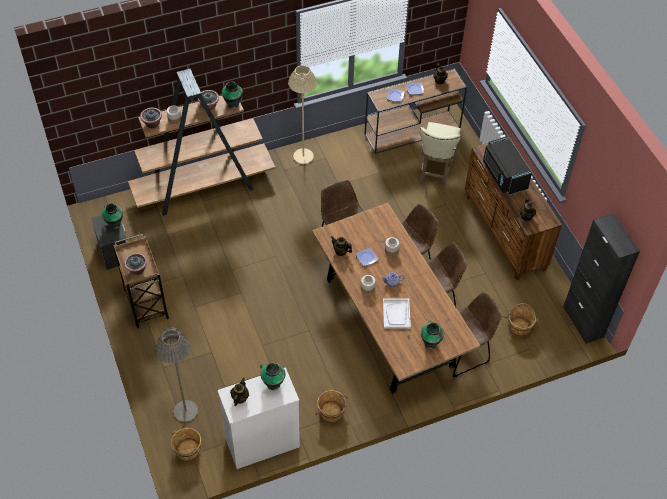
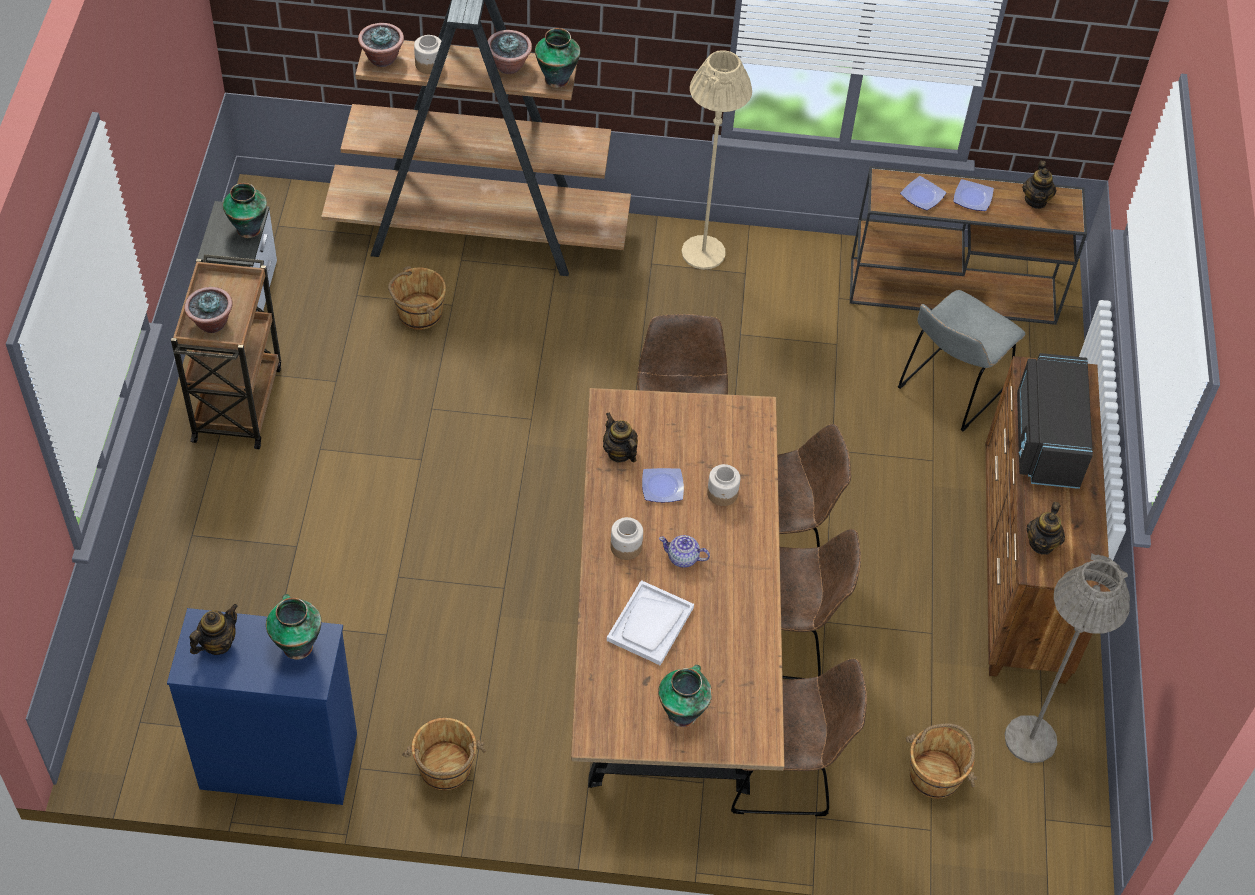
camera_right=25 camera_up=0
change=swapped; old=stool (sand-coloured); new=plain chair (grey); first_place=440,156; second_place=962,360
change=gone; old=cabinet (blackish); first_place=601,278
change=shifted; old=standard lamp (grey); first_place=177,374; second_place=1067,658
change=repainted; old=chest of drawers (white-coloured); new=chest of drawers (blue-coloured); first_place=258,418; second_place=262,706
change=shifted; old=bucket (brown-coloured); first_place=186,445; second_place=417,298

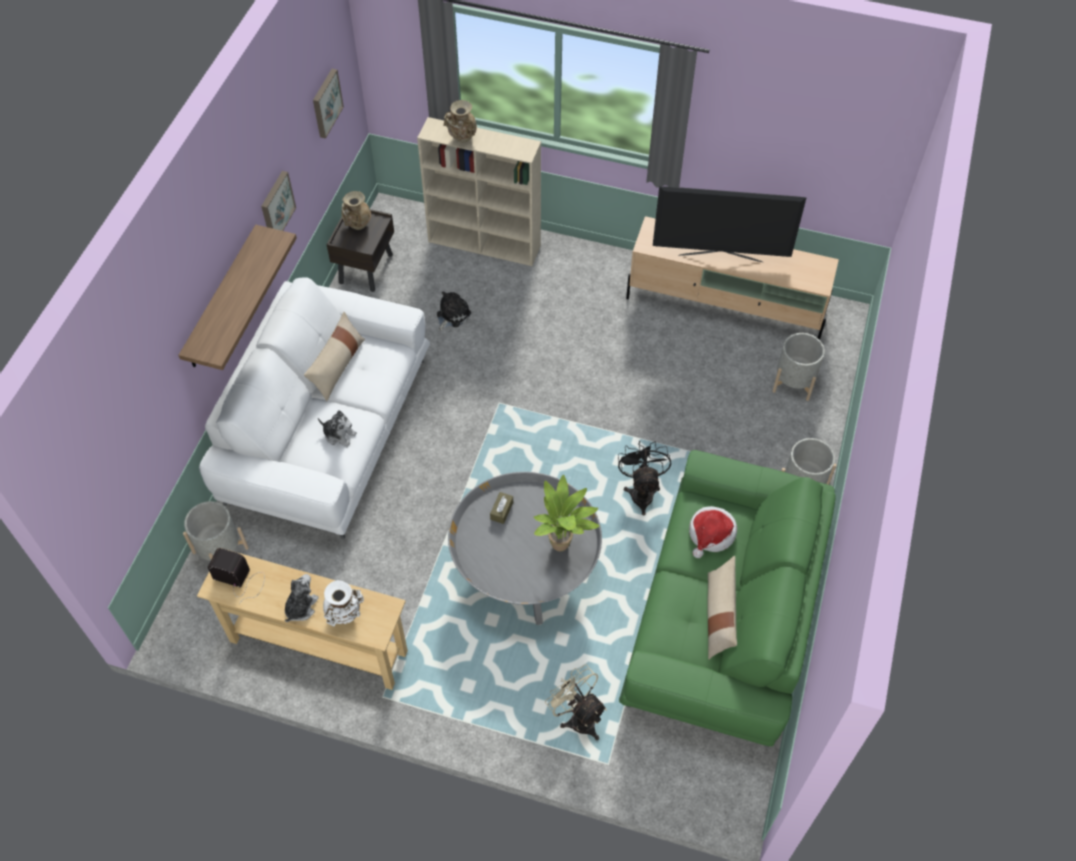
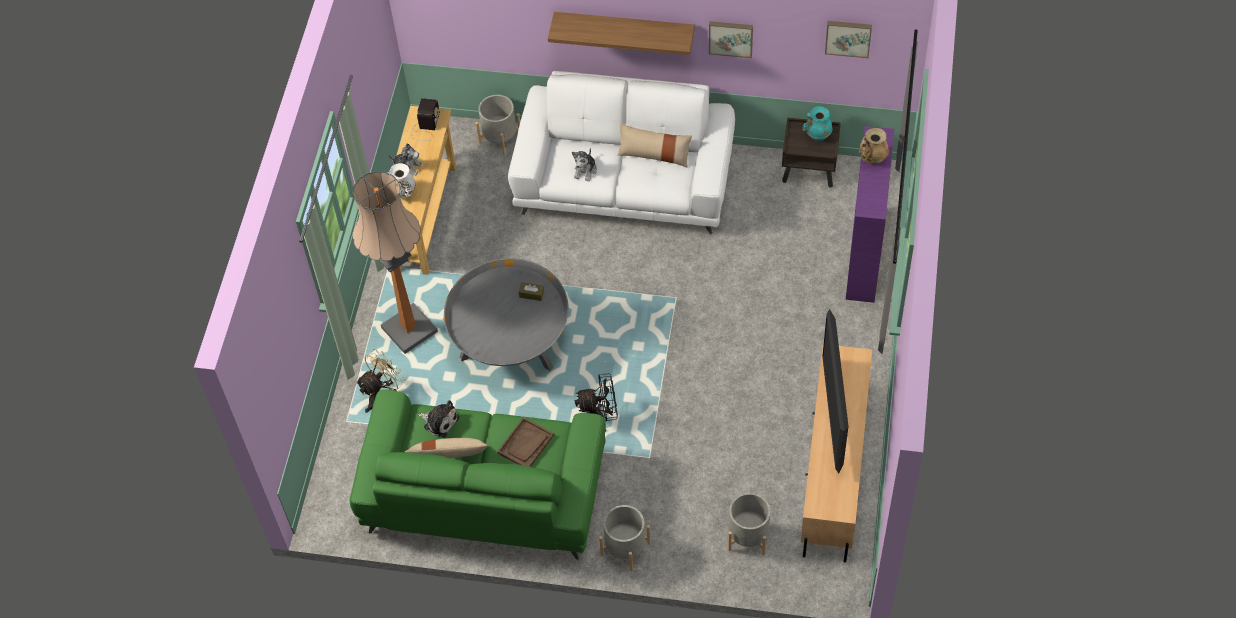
camera_right=85 camera_up=0
change=repainted; old=bookcase (sand-coloured); new=bookcase (purple); first_place=479,191; second_place=870,214
change=repainted; old=decorative vase (sand-coloured); new=decorative vase (turquoise); first_place=356,210; second_place=817,123
change=shifted; old=soft toy; first_place=454,311; second_place=438,419
change=gone; old=potted plant; first_place=566,513
change=swapped; old=wearable hat; new=serving tray (brown-coloured); first_place=713,532; second_place=525,442
change=new; new=standard lamp; second_place=395,262

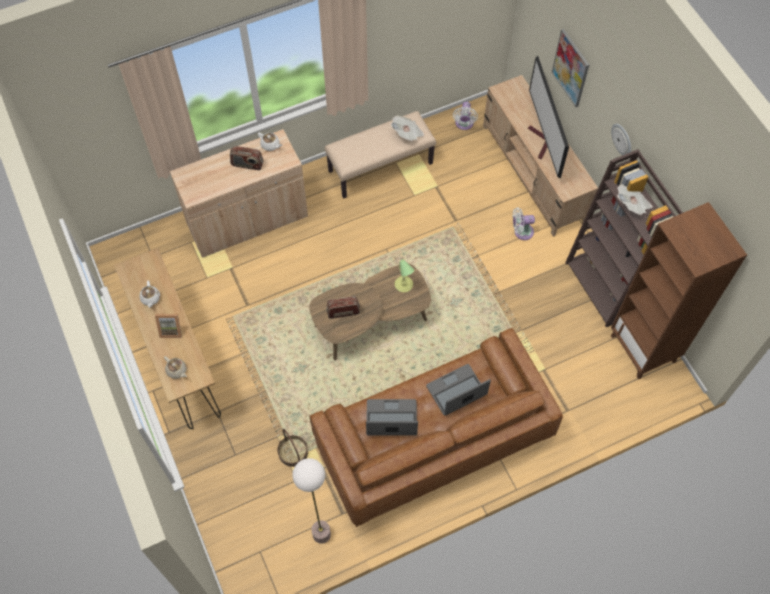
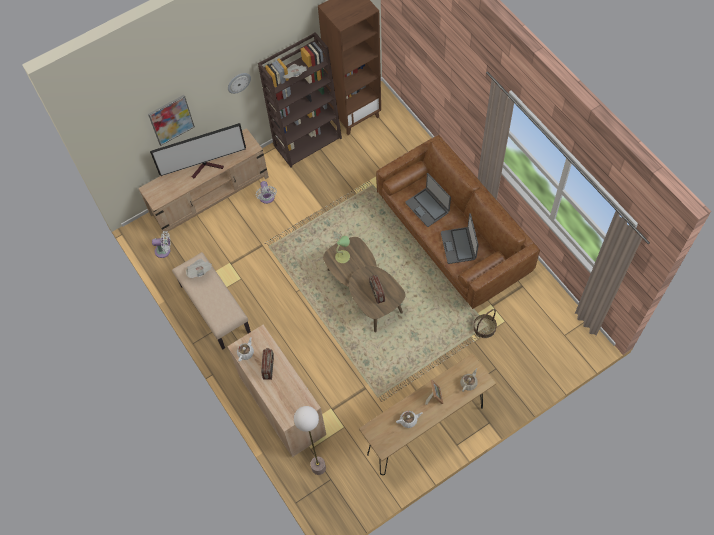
camera_right=-95 camera_up=0
change=shifted; old=standard lamp; first_place=311,501; second_place=310,440

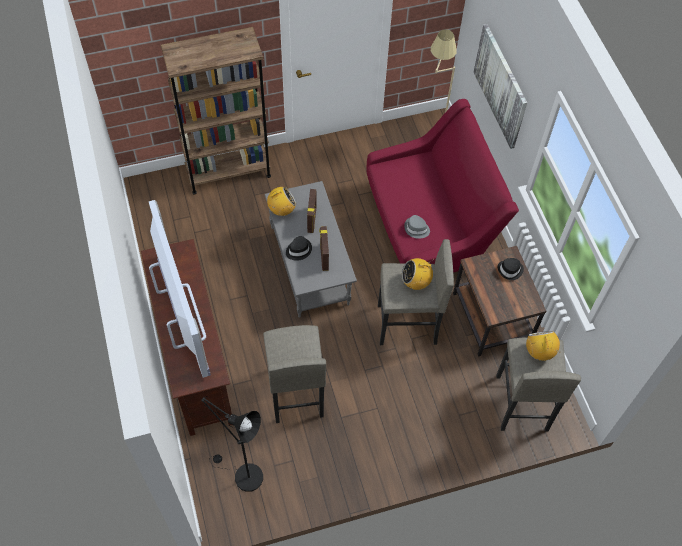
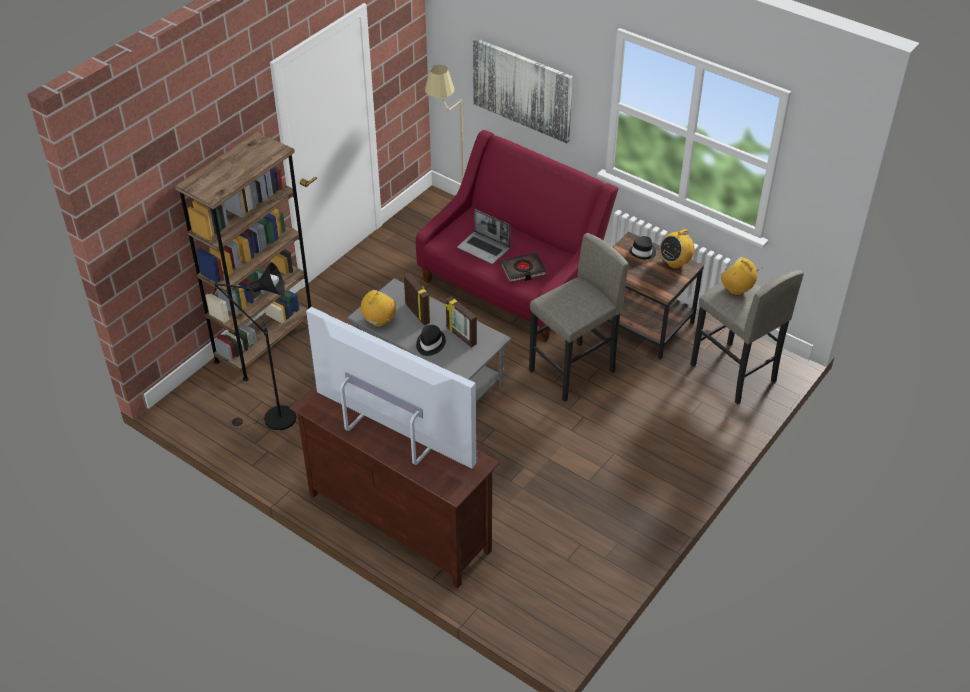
camera_right=-35 camera_up=-15
change=swapped; old=wearable hat (grey); new=book (blackish); first_place=417,227; second_place=523,268
change=shifted; old=radio set; first_place=417,274; second_place=677,247
change=gone; old=stool (grey); first_place=294,374
change=shifted; old=standard lamp (blackish); first_place=232,444; second_place=256,346
change=new; new=laptop; second_place=484,236

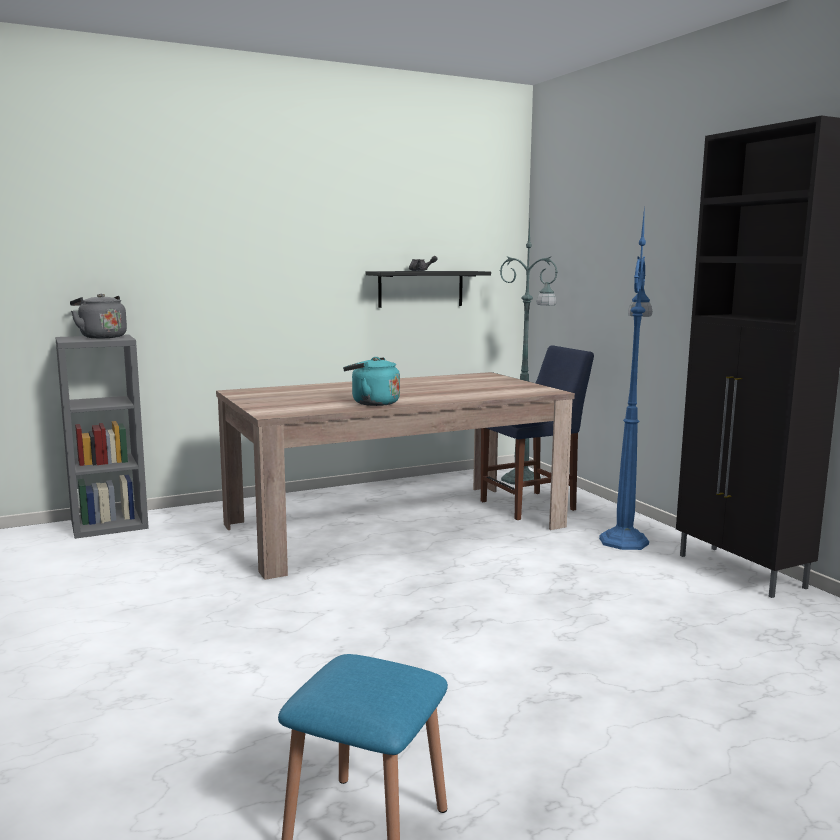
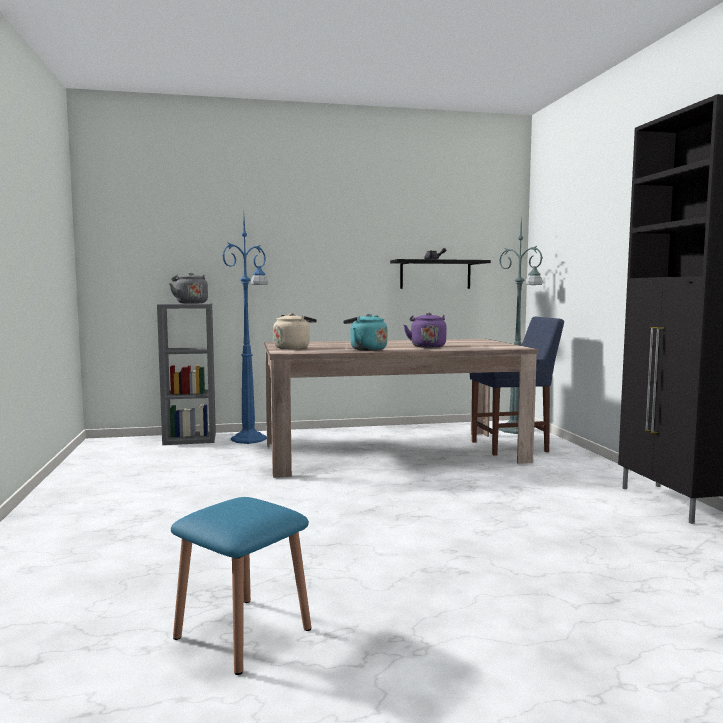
camera_right=15 camera_up=-5
change=shifted; old=standard lamp (blue-coloured); first_place=625,377; second_place=245,331
change=new; new=water kettle (purple); second_place=425,330
change=new; new=water kettle (sand-coloured); second_place=295,331

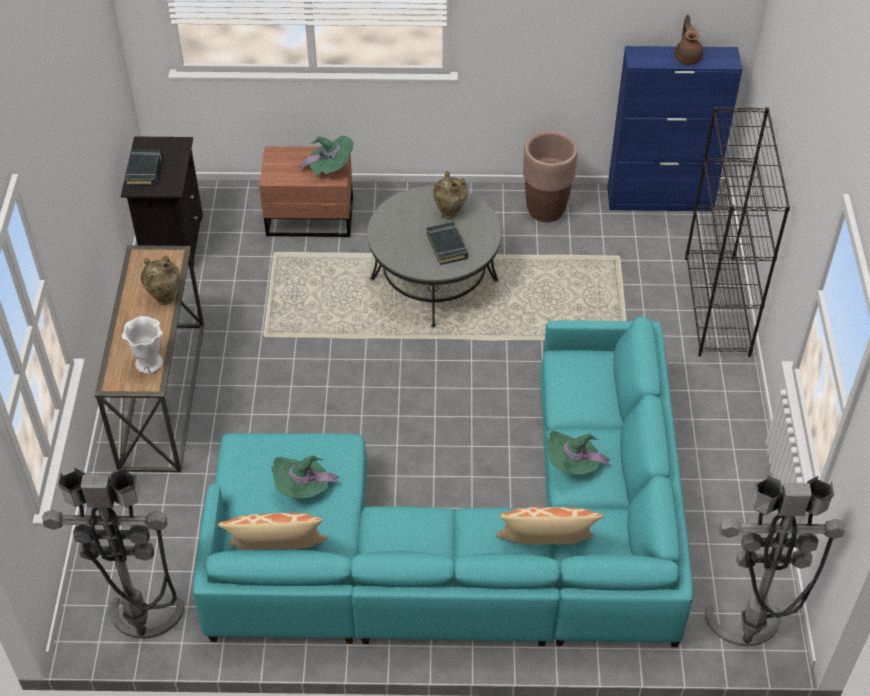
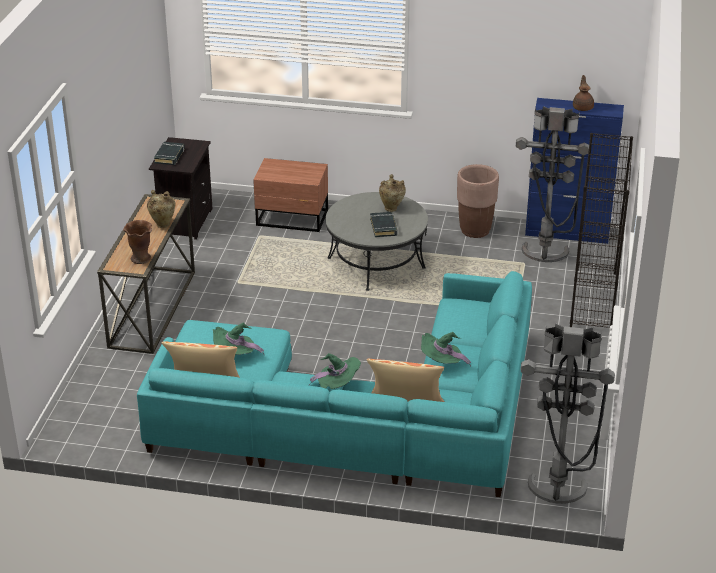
camera_right=10 camera_up=-15
change=shifted; old=wearable hat (greenish); first_place=326,155; second_place=335,371
change=repainted; old=decorative vase (white-coloured); new=decorative vase (brown-coloured); first_place=142,345; second_place=137,242
change=shifted; old=standard lamp (grey); first_place=113,553; second_place=552,184

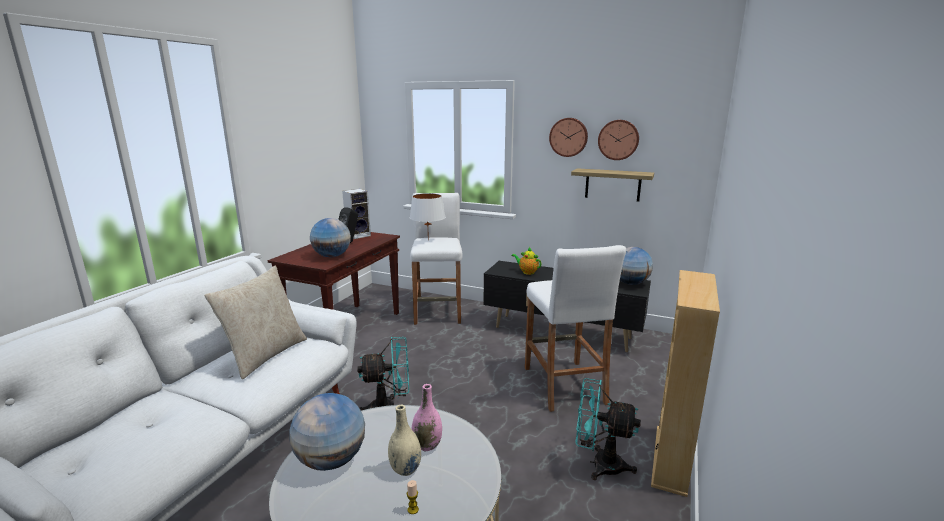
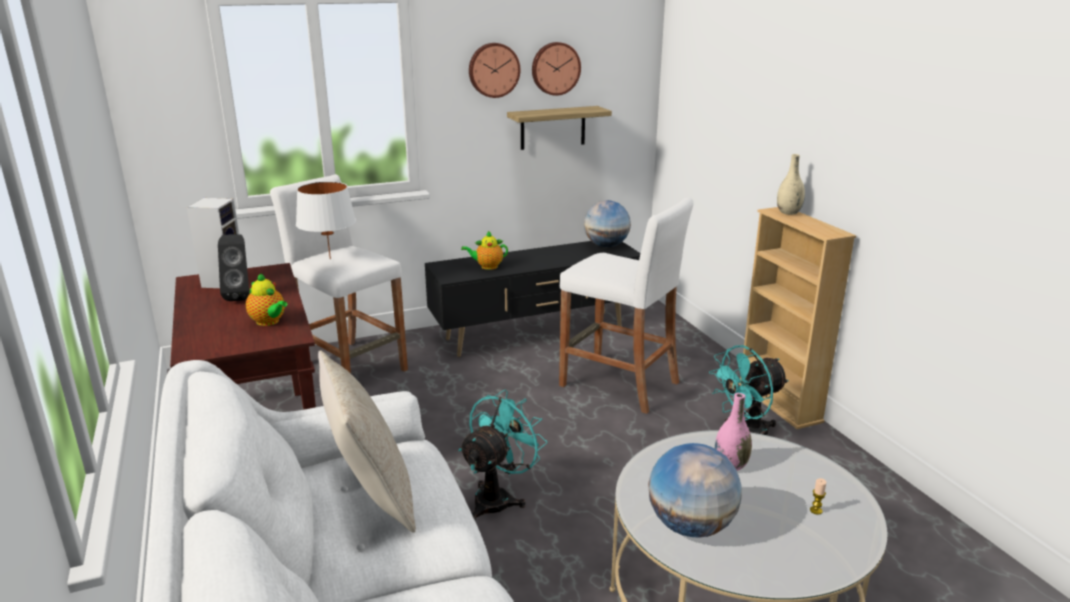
camera_right=-45 camera_up=5
change=swapped; old=world globe; new=tea pot; first_place=330,237; second_place=266,299
change=shifted; old=decorative vase (sand-coloured); first_place=404,440; second_place=791,184

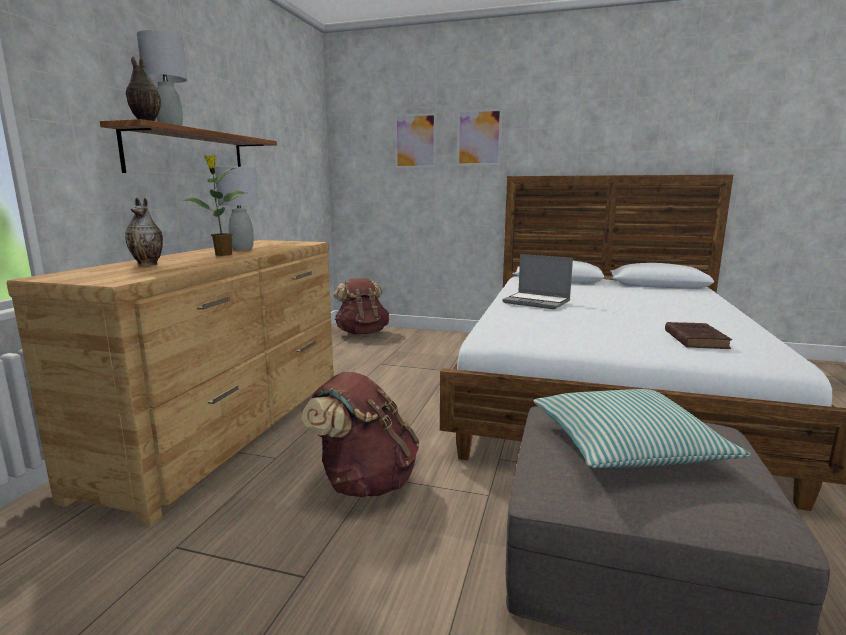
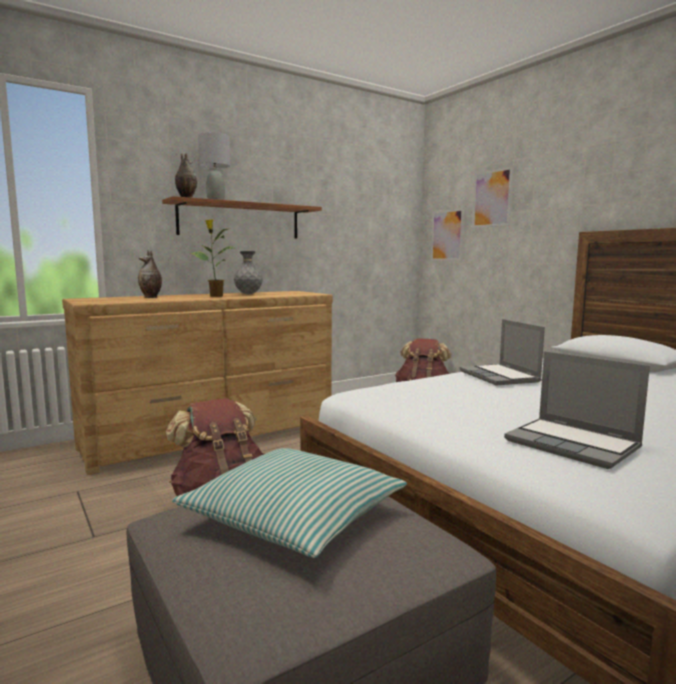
camera_right=40 camera_up=-5
change=shifted; old=picture; first_place=480,137; second_place=447,234
change=swapped; old=table lamp (grey); new=decorative vase (grey); first_place=237,208; second_place=248,273
change=swapped; old=book (brown-coloured); new=laptop; first_place=698,335; second_place=577,410

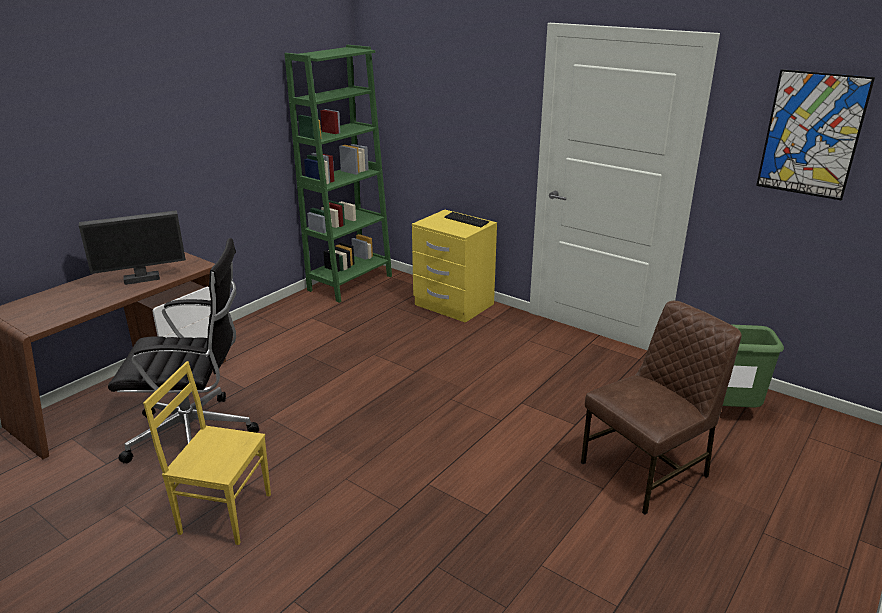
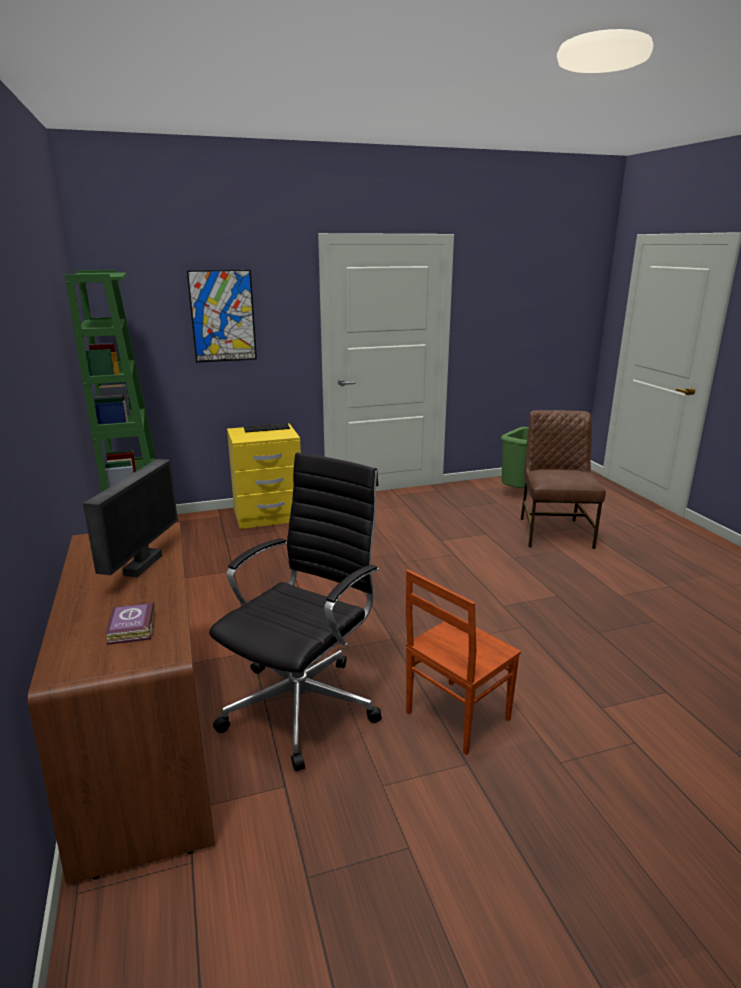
camera_right=-55 camera_up=-5
change=shifted; old=picture; first_place=815,135; second_place=222,316
change=repainted; old=plain chair (yellow); new=plain chair (brown-coloured); first_place=207,453; second_place=463,662
change=new; new=book; second_place=130,623

